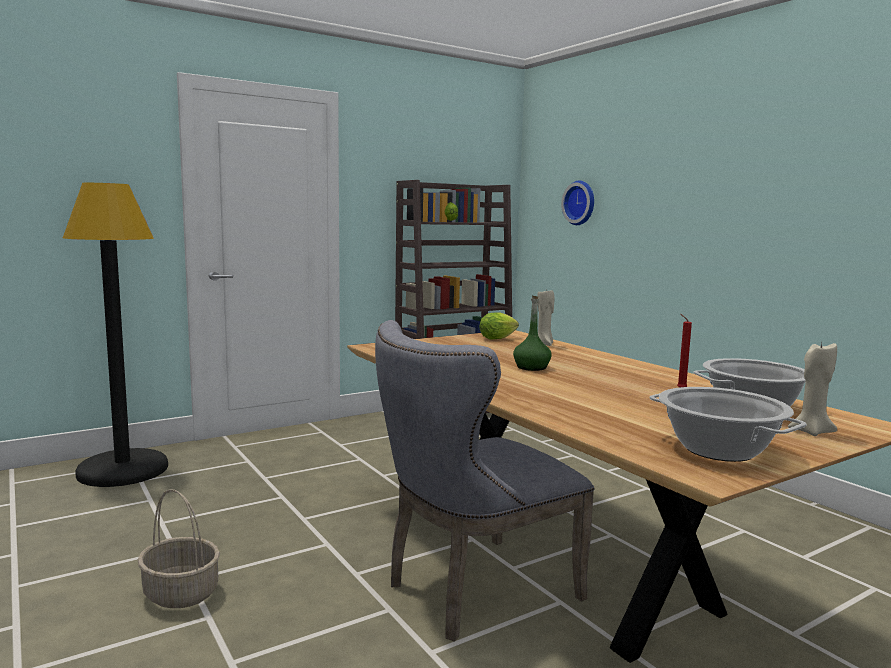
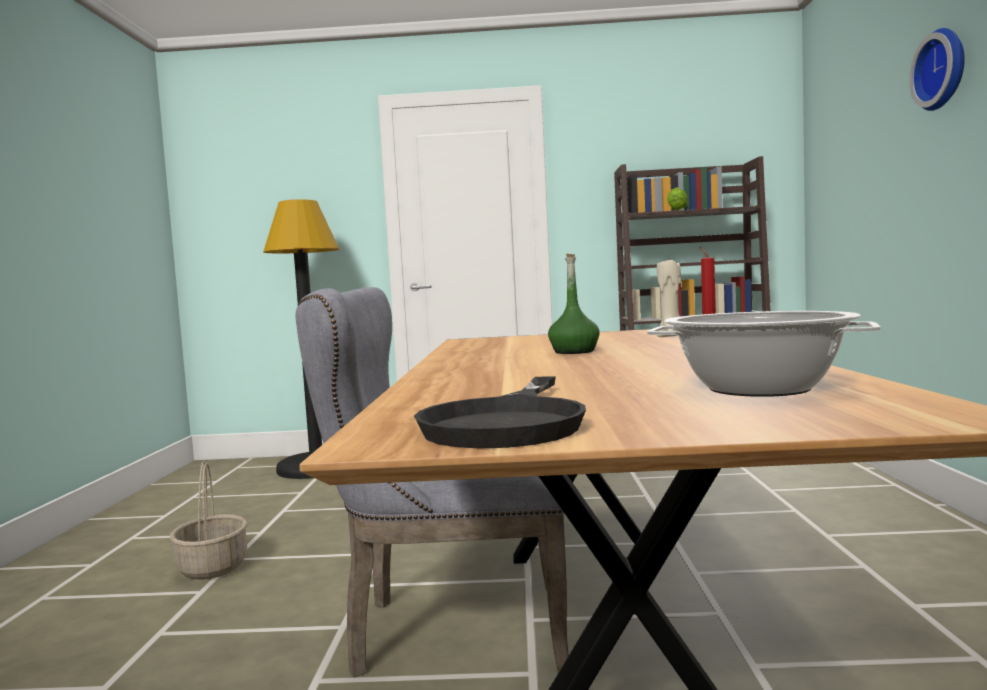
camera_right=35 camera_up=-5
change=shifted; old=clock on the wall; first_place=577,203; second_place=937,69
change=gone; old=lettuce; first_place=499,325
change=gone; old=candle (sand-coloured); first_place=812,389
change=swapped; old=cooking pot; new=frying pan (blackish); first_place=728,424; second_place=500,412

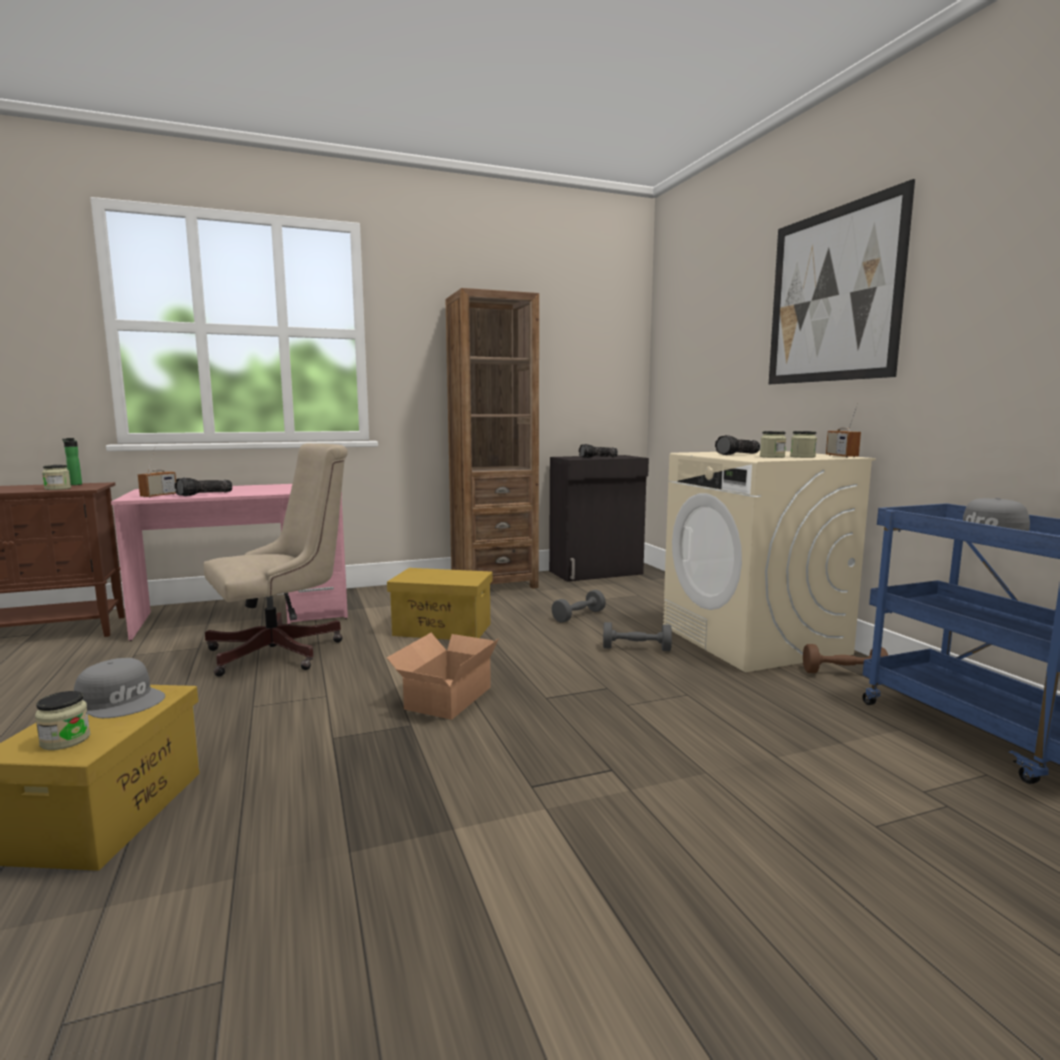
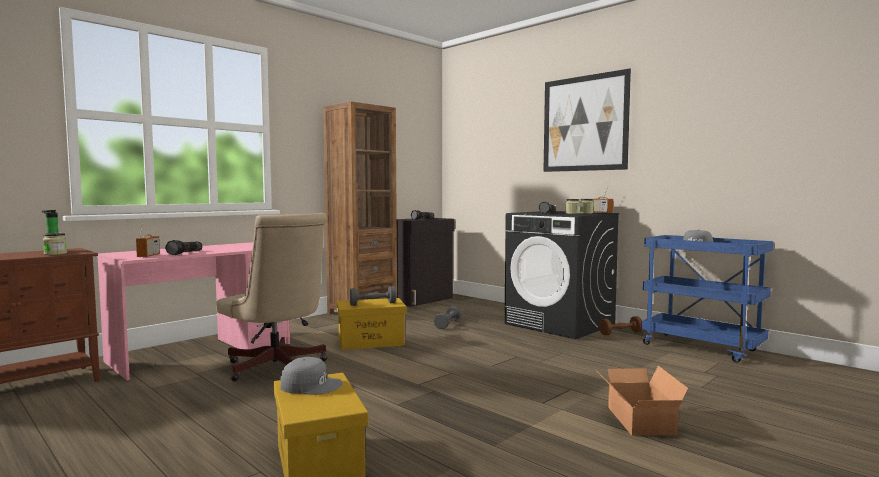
camera_right=-25 camera_up=-5
change=rotated; old=computer chair (sand-coloured); first_place=276,560; second_place=272,297; degrees=105
change=repainted; old=laundry appliance (sand-coloured); new=laundry appliance (blackish); first_place=769,561; second_place=562,275
change=shifted; old=free weight (grey); first_place=637,636; second_place=372,296
change=shifted; old=packing box; first_place=443,676; second_place=642,401
change=gone; old=preserve jar; first_place=62,720

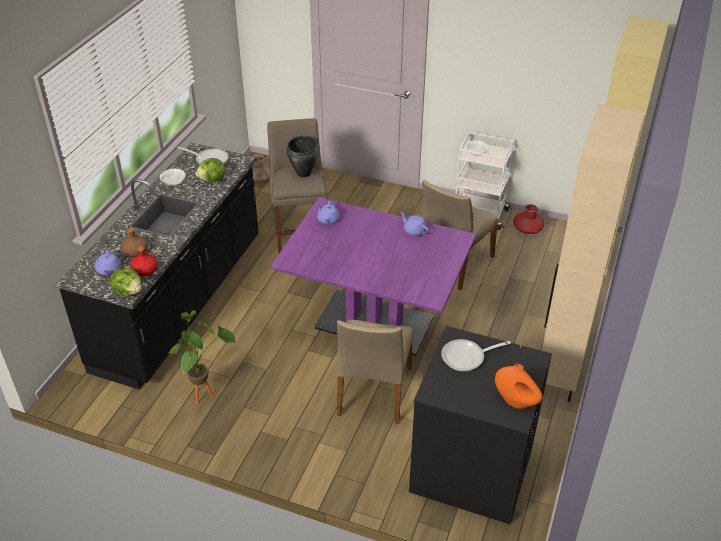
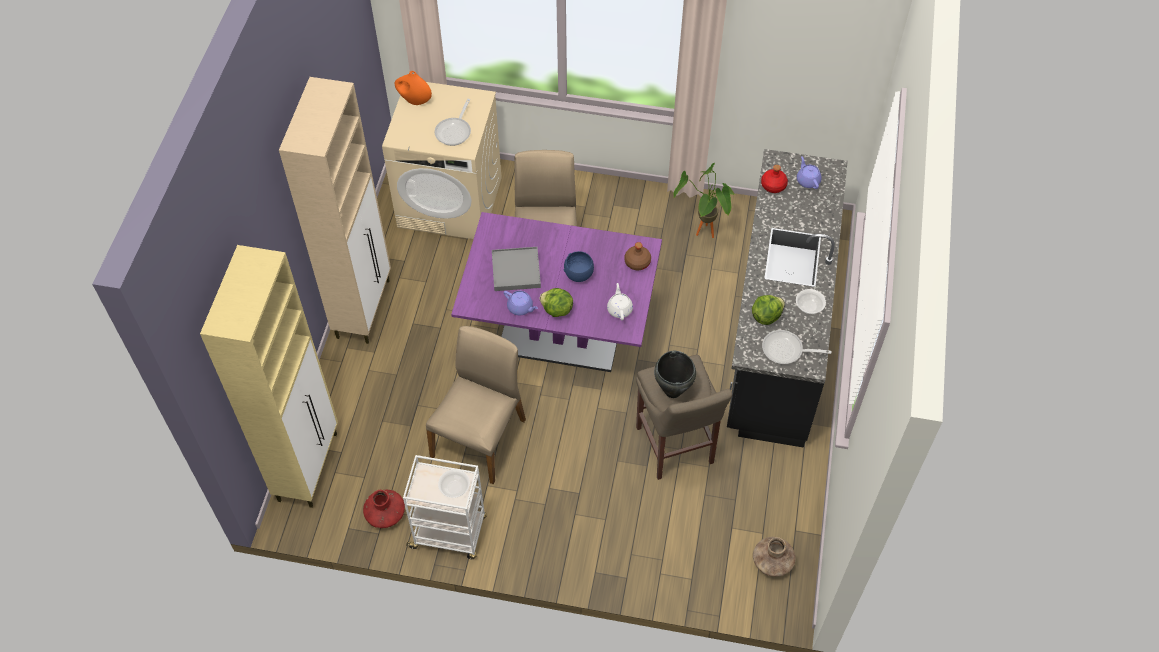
camera_right=170 camera_up=15
change=repainted; old=tea pot (purple); new=tea pot (white-coloured); first_place=328,213; second_place=620,301
change=shifted; old=bottle (brown-coloured); first_place=134,242; second_place=637,256
change=shifted; old=lettuce; first_place=126,282; second_place=556,302
change=repainted; old=laundry appliance (blackish); new=laundry appliance (sand-coloured); first_place=480,425; second_place=442,160
change=rotated; old=frying pan; first_place=476,355; second_place=453,122; degrees=135
change=new; new=serving tray (grey); second_place=516,269
change=new; new=deep dish (blue-coloured); second_place=579,266

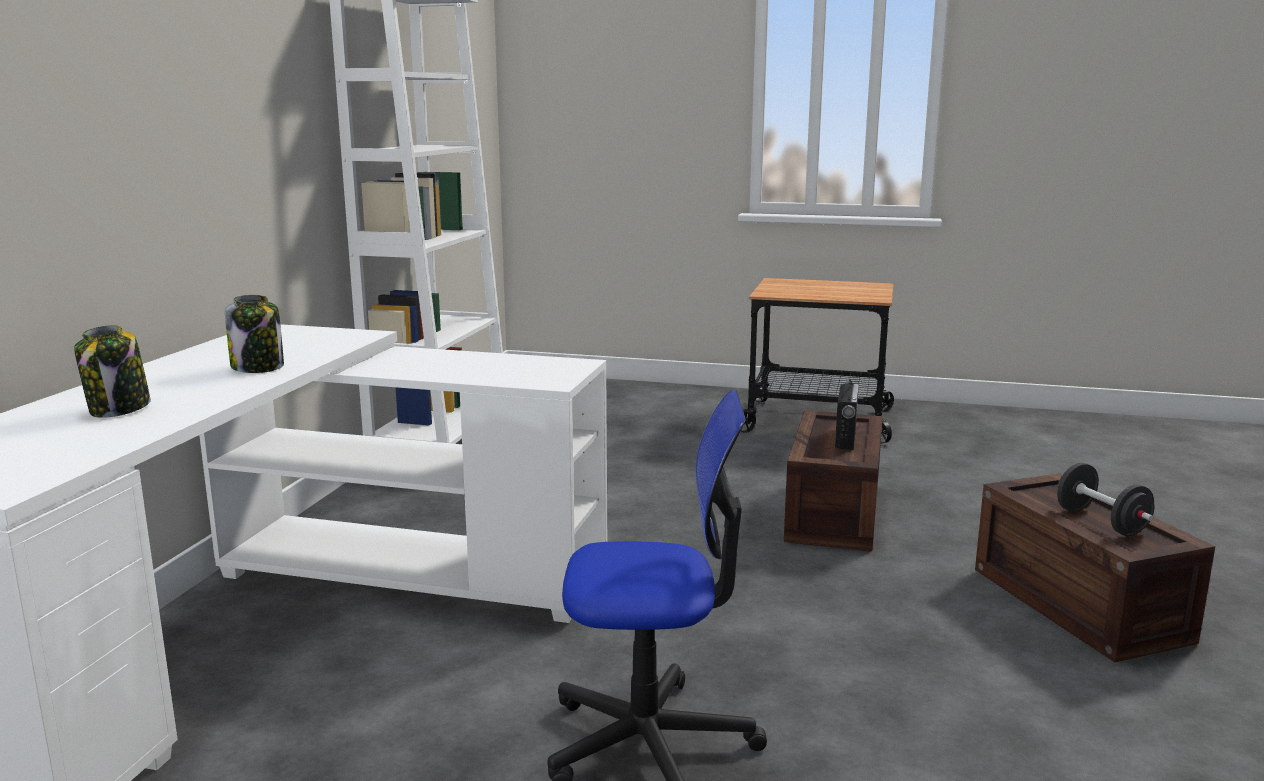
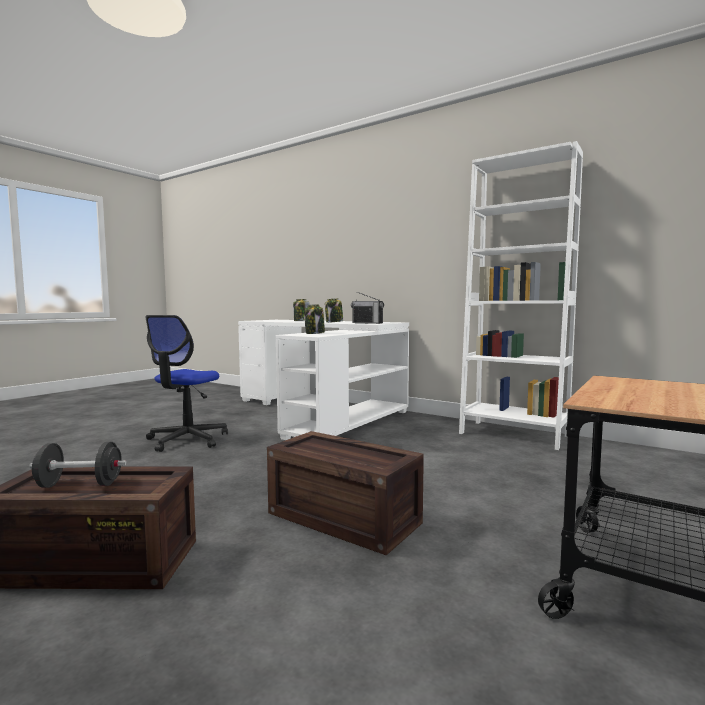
camera_right=110 camera_up=-10
change=shifted; old=radio set; first_place=847,415; second_place=367,308
change=new; new=preserve jar; second_place=314,319

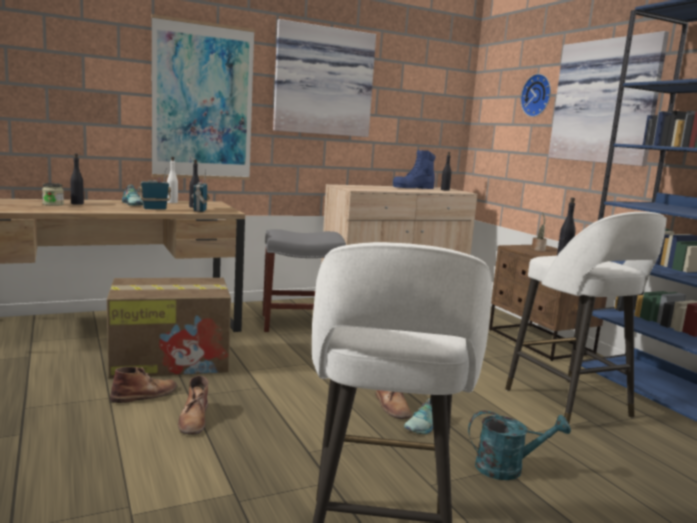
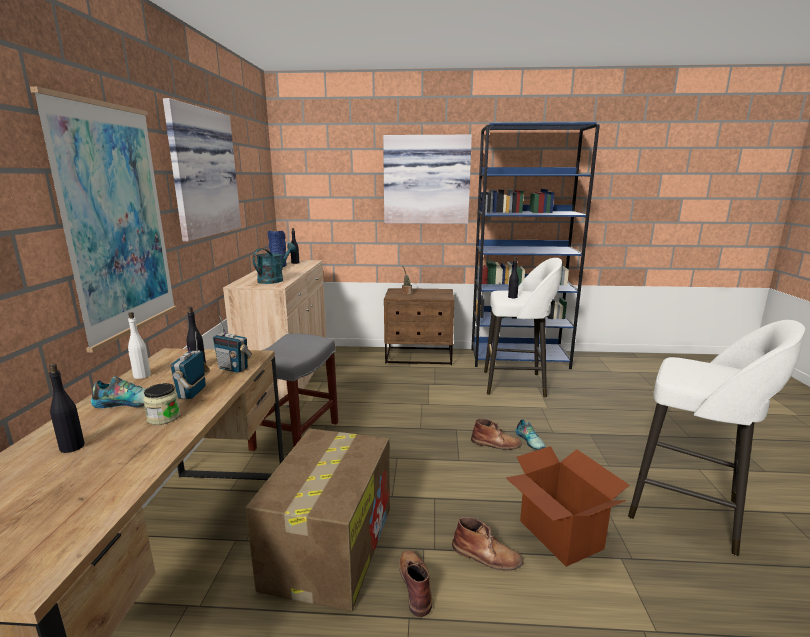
camera_right=-60 camera_up=5
change=gone; old=clock on the wall; first_place=535,95
change=shifted; old=preserve jar; first_place=53,194; second_place=161,404
change=shifted; old=watering can (turquoise); first_place=519,445; second_place=274,263
change=new; new=packing box; second_place=567,506

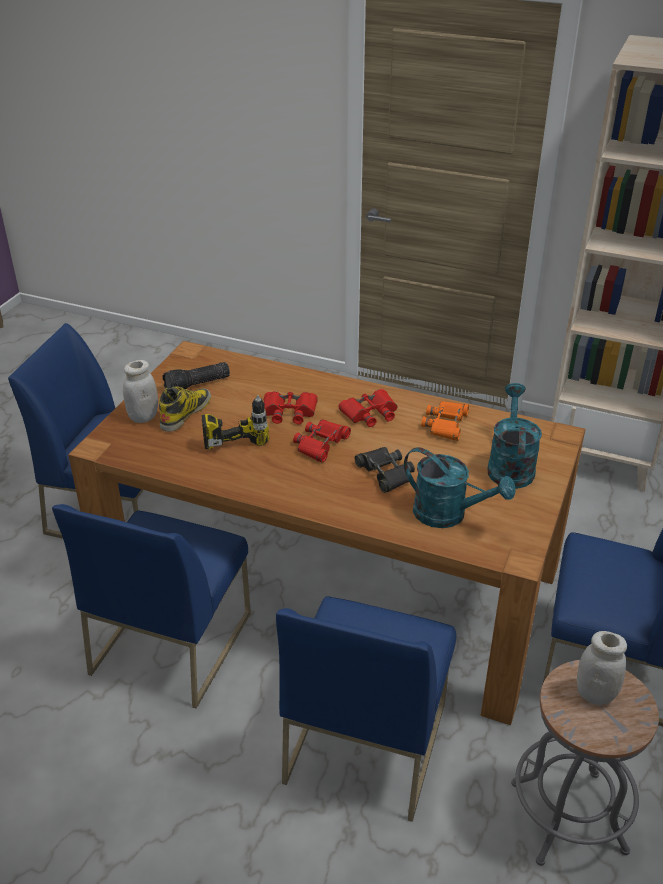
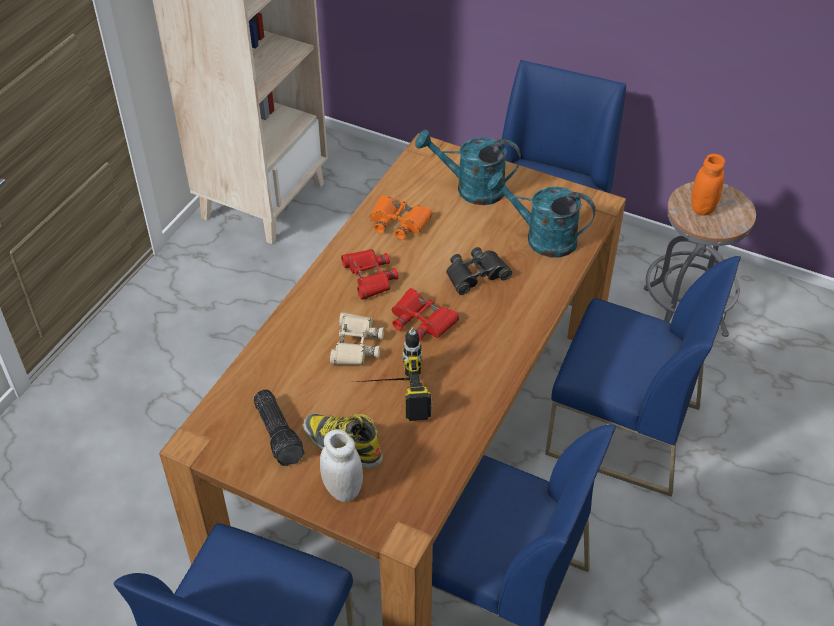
camera_right=-85 camera_up=10
change=repainted; old=binoculars (red); new=binoculars (sand-coloured); first_place=291,407; second_place=357,338
change=rotated; old=watering can (turquoise); first_place=460,487; second_place=541,214; degrees=-105
change=repainted; old=preserve jar (white-coloured); new=preserve jar (orangey); first_place=602,668; second_place=708,185

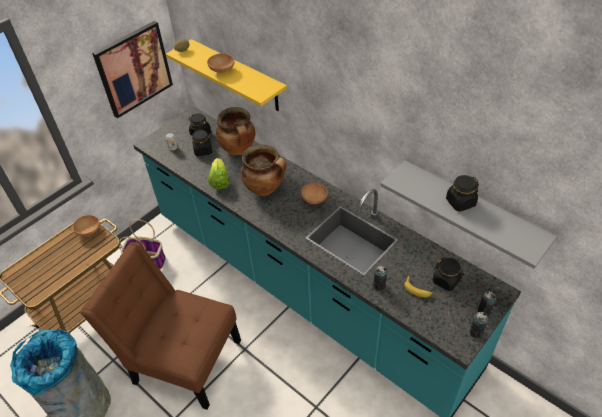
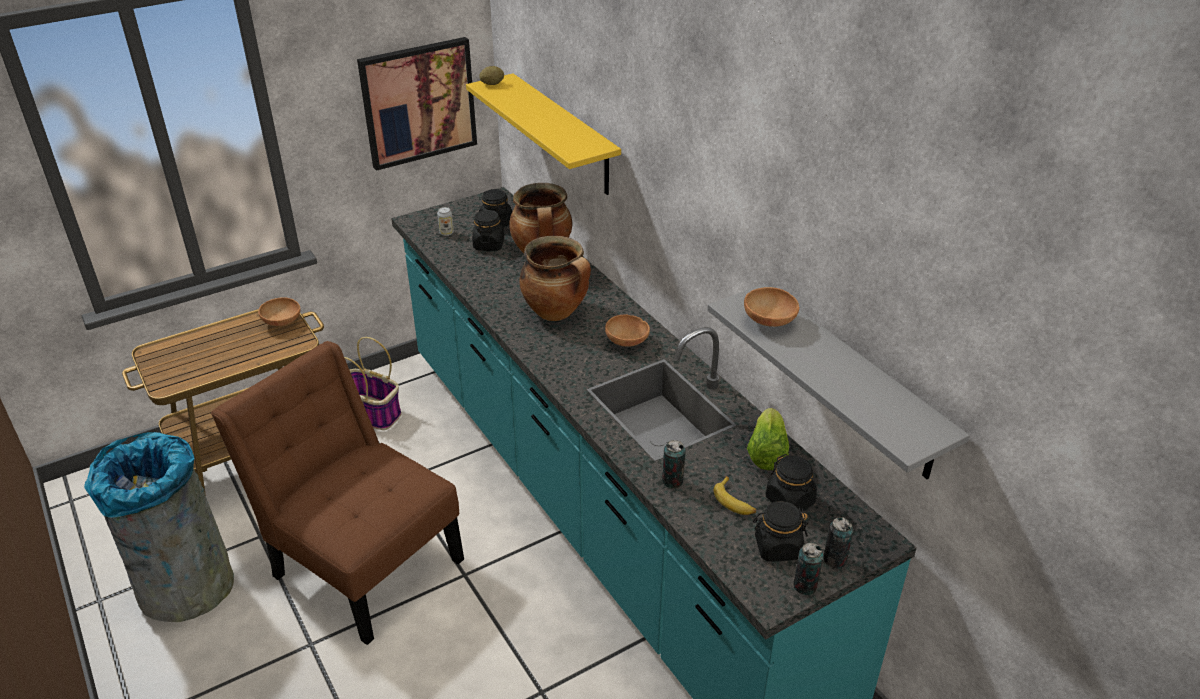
camera_right=15 camera_up=-10
change=shifted; old=deep dish (brown-coloured); first_place=221,63; second_place=771,307
change=shifted; old=lettuce; first_place=219,174; second_place=768,439
change=shifted; old=preserve jar (blackish); first_place=462,193; second_place=780,531

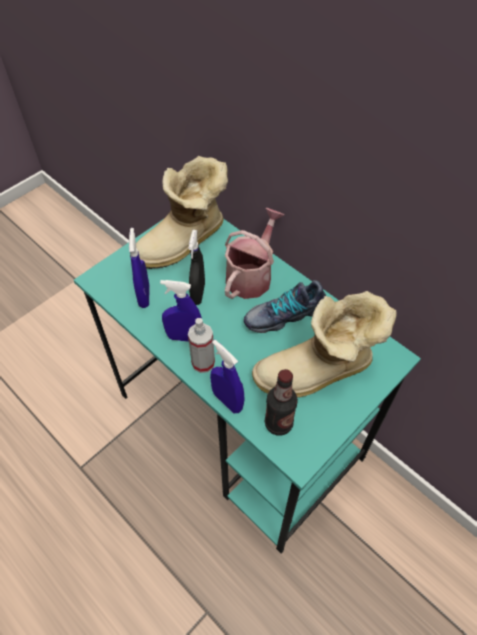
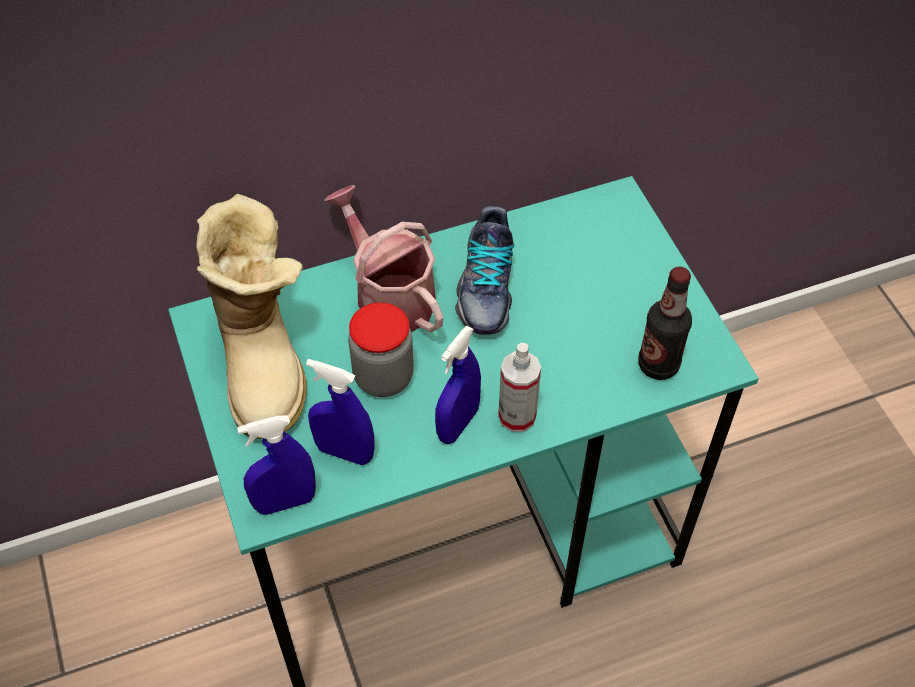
camera_right=-65 camera_up=0
change=swapped; old=hand sprayer (blackish); new=preserve jar; first_place=197,267; second_place=381,349
change=gone; old=tall boot; first_place=324,344
change=shifted; old=hand sprayer (blue-coloured); first_place=227,376; second_place=276,465

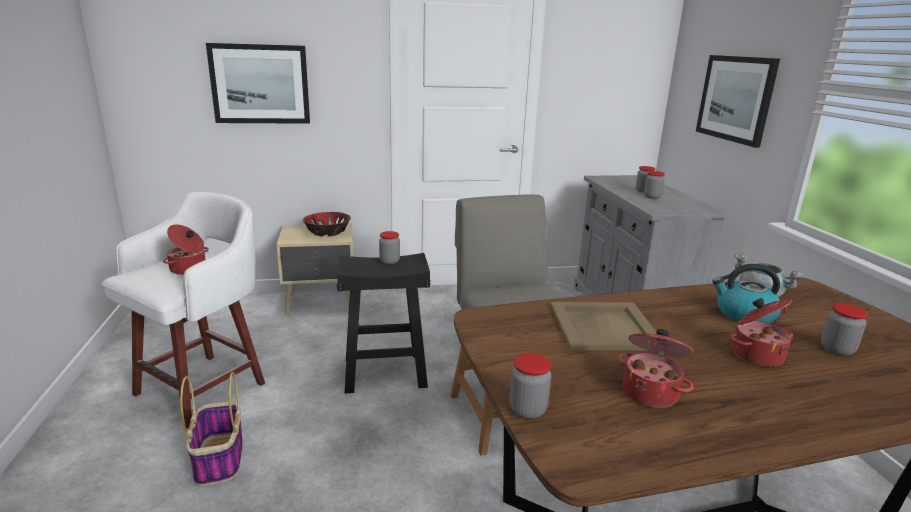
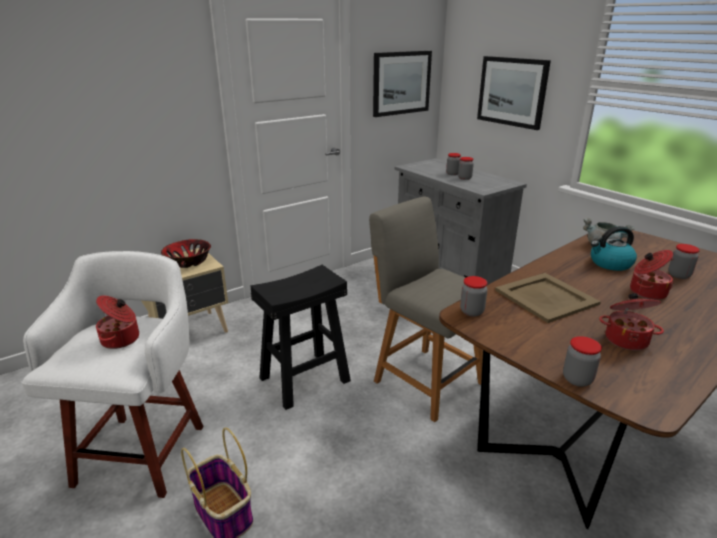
camera_right=-25 camera_up=5
change=shifted; old=picture; first_place=258,83; second_place=402,84
change=shifted; old=preserve jar; first_place=389,247; second_place=473,296

